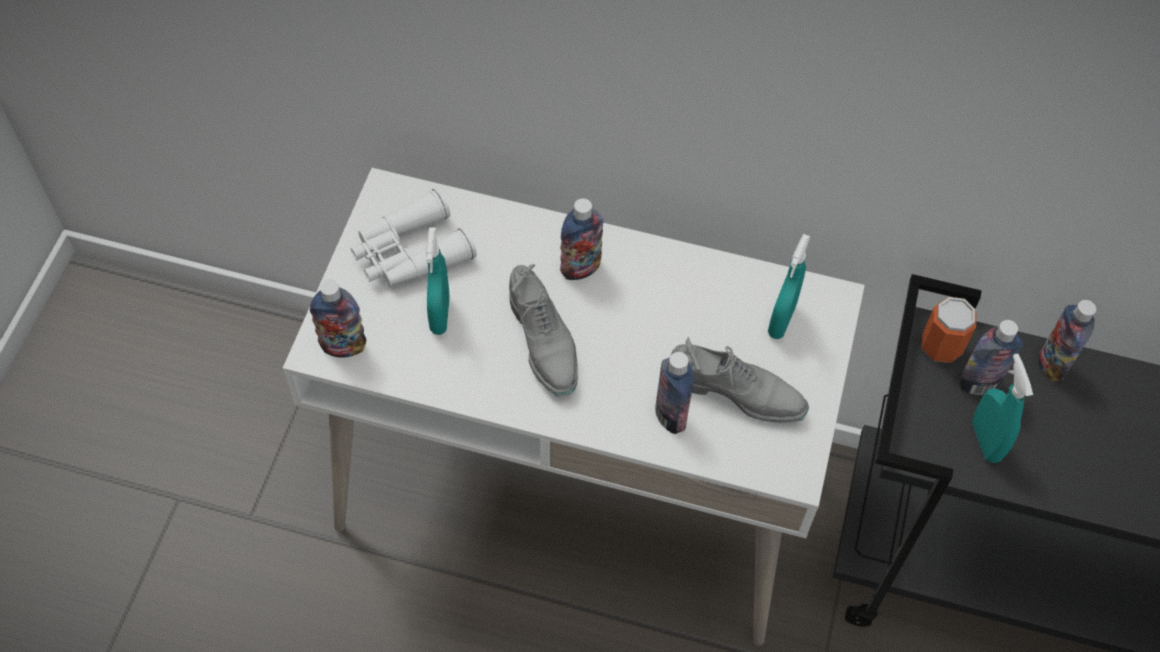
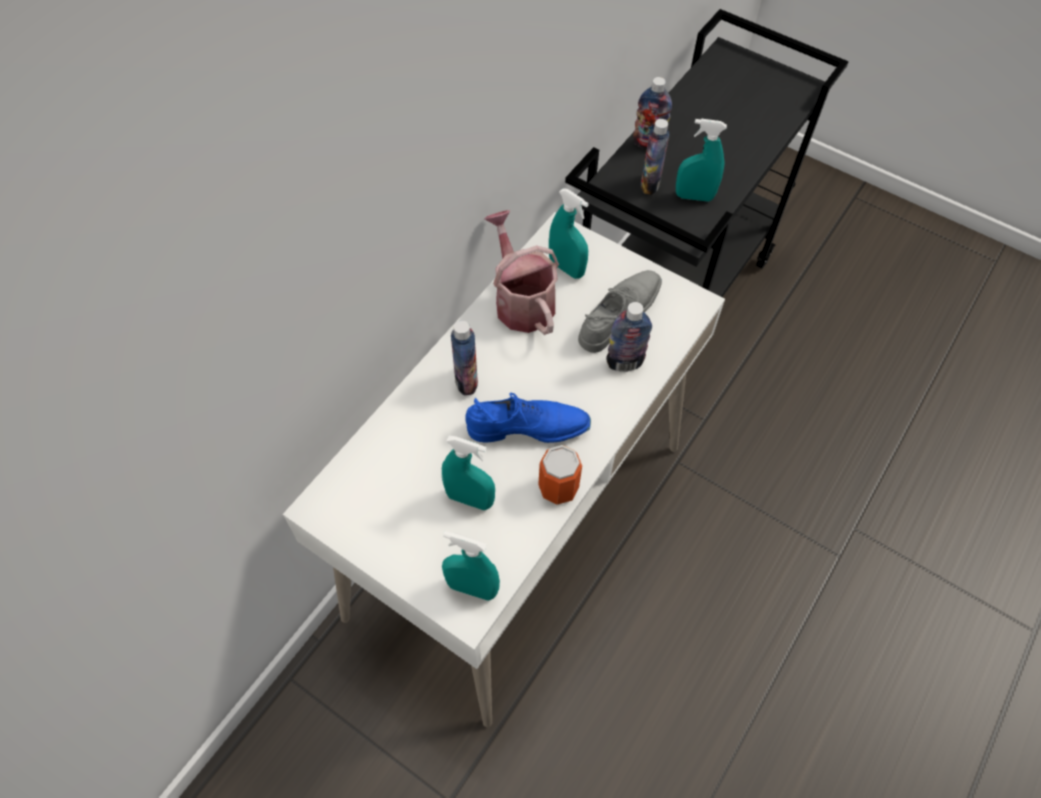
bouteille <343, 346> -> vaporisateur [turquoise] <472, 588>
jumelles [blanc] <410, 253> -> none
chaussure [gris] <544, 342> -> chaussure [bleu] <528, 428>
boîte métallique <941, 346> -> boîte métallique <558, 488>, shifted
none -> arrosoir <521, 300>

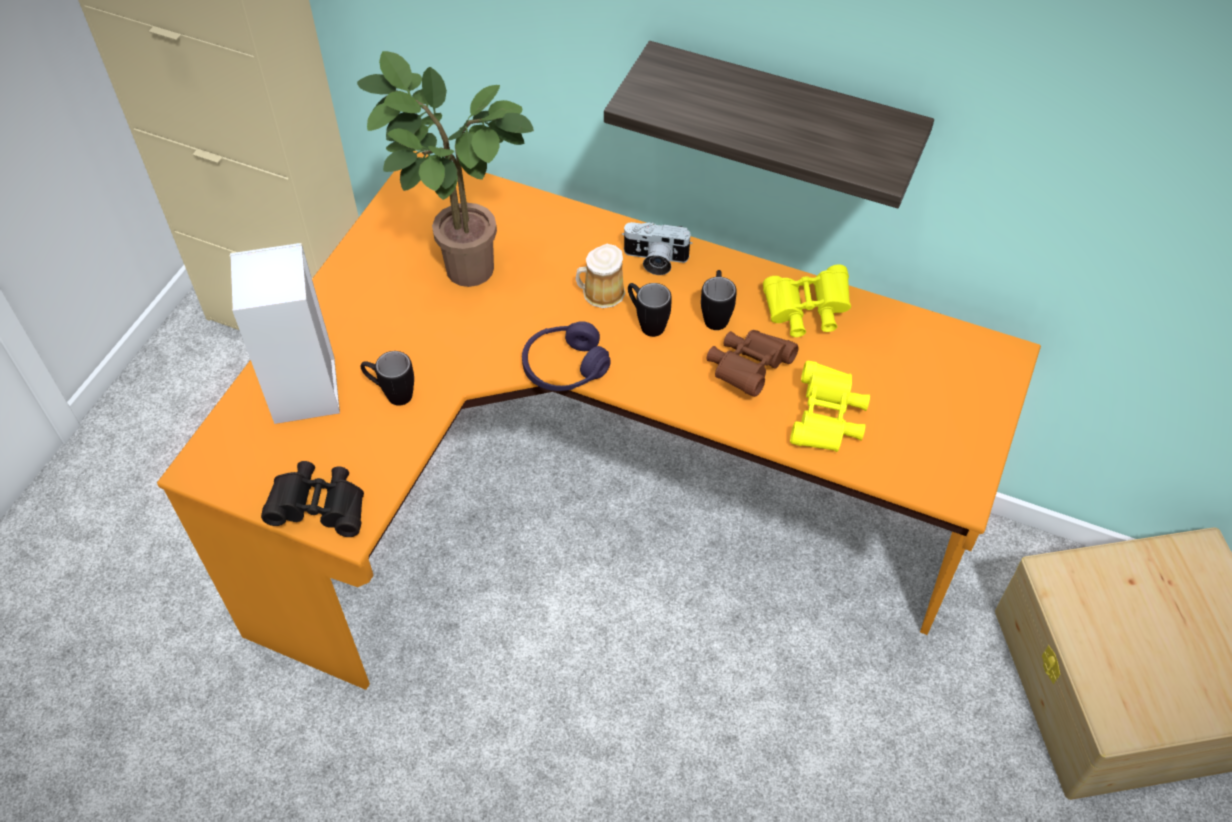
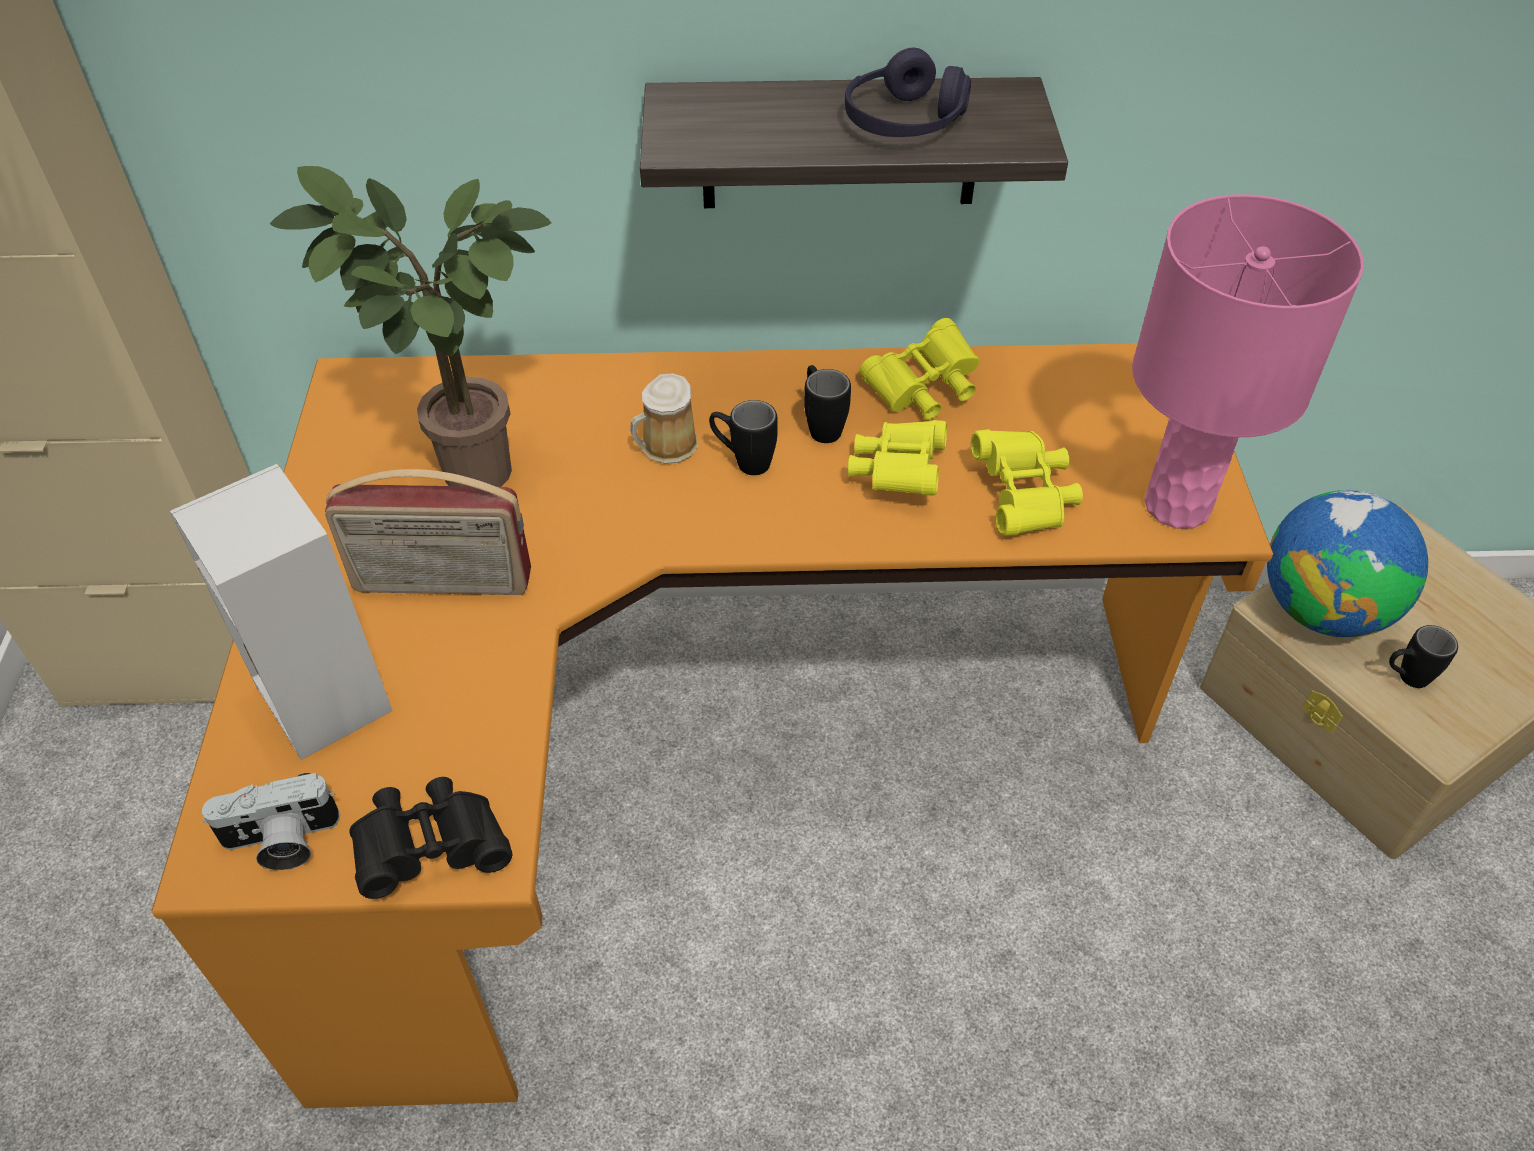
mug [noir] <391, 394> -> mug [noir] <1404, 678>, shifted
casque audio [violet] <565, 367> -> casque audio [violet] <904, 121>, shifted
appareil photo <654, 260> -> appareil photo <281, 842>, shifted
jumelles [marron] <748, 369> -> jumelles [jaune] <897, 473>
none -> radio <442, 583>
none -> lampe de table [rose] <1178, 505>
none -> globe <1323, 610>

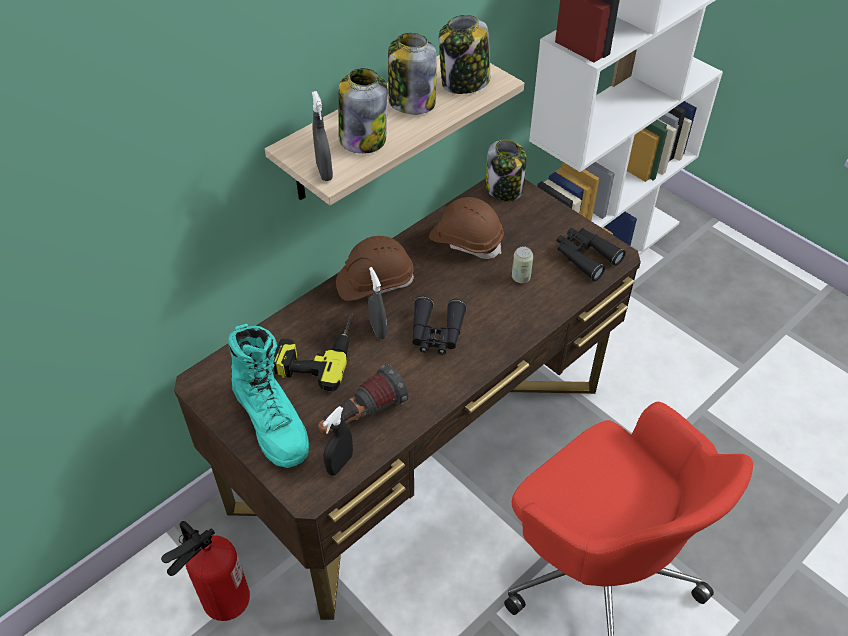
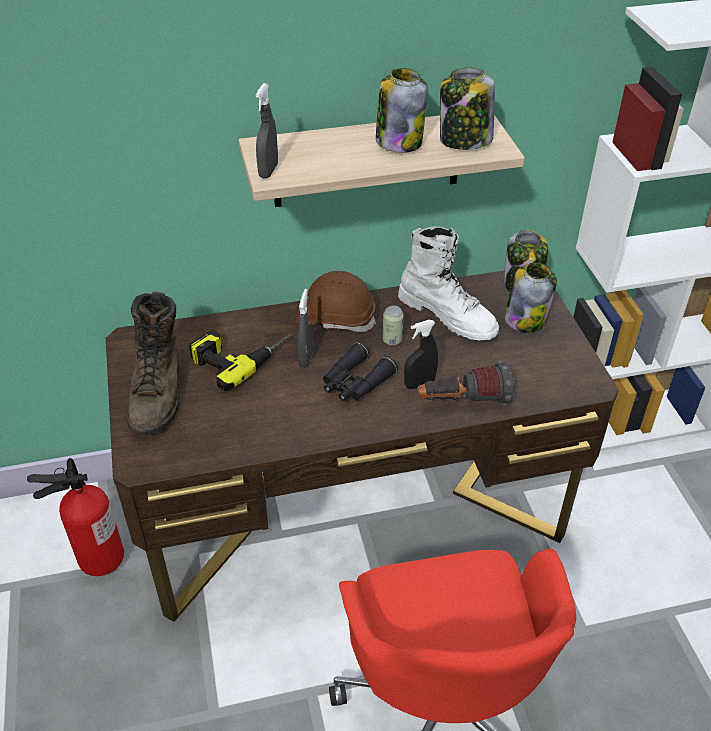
botte [turquoise] <272, 421> -> botte [marron] <158, 393>
lampe de poche <362, 417> -> lampe de poche <463, 402>, shifted
vaporisateur [noir] <339, 464> -> vaporisateur [noir] <419, 383>, shifted
bocal <363, 138> -> bocal <525, 319>, shifted
casque de chantier [marron] <466, 241> -> botte [blanc] <448, 315>
boîte métallique <520, 277> -> boîte métallique <392, 340>, shifted
jumelles [noir] <585, 256> -> none

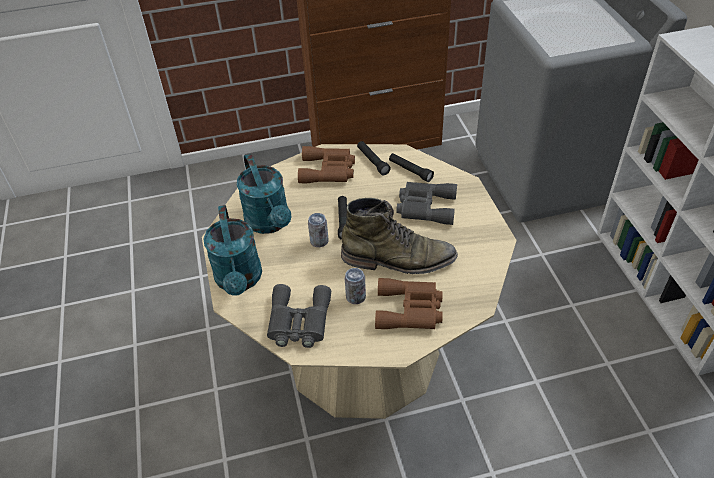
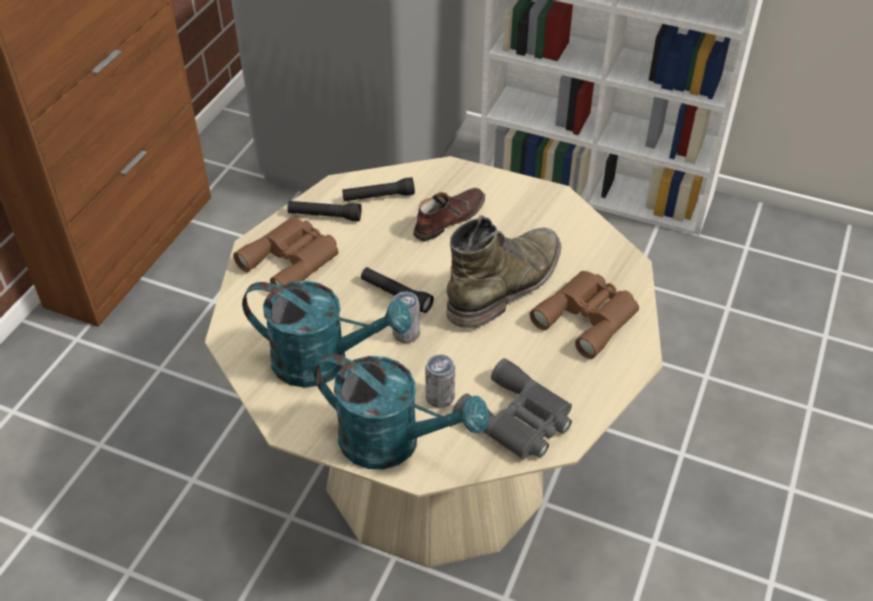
boîte métallique <356, 297> -> boîte métallique <440, 397>, shifted
jumelles [gris] <425, 206> -> chaussure [marron] <448, 219>

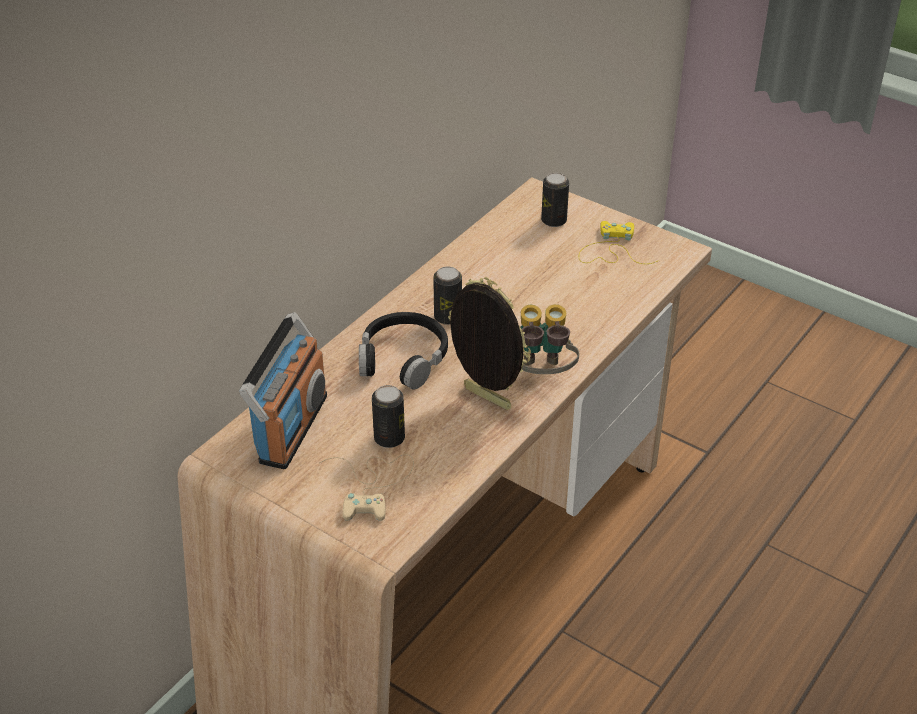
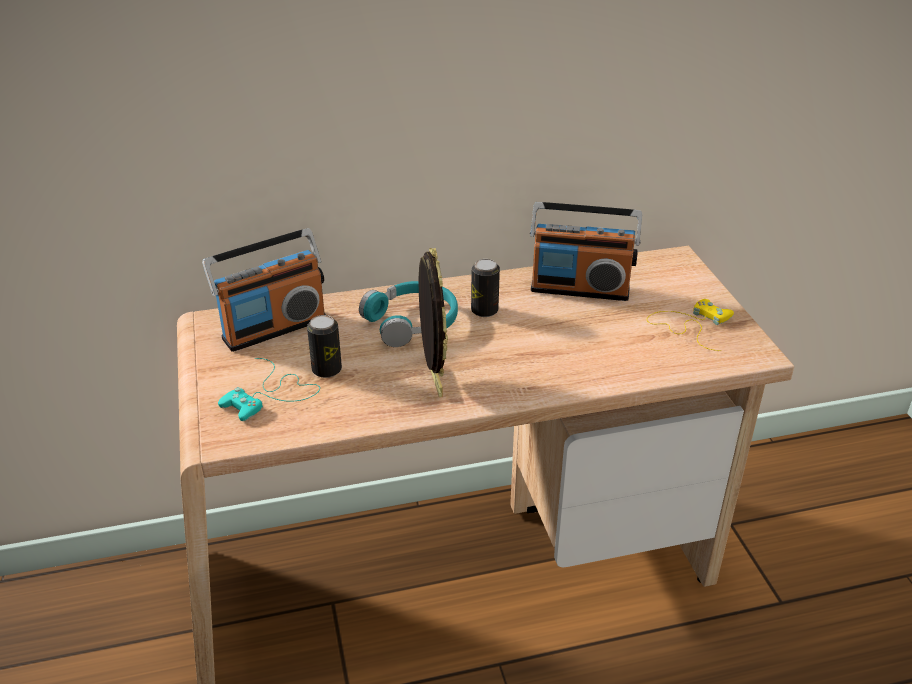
manette [beige] <373, 485> -> manette [turquoise] <271, 394>
casque audio [noir] <403, 358> -> casque audio [turquoise] <412, 322>
jumelles <541, 375> -> none
boîte métallique <554, 221> -> none
none -> radio <580, 289>

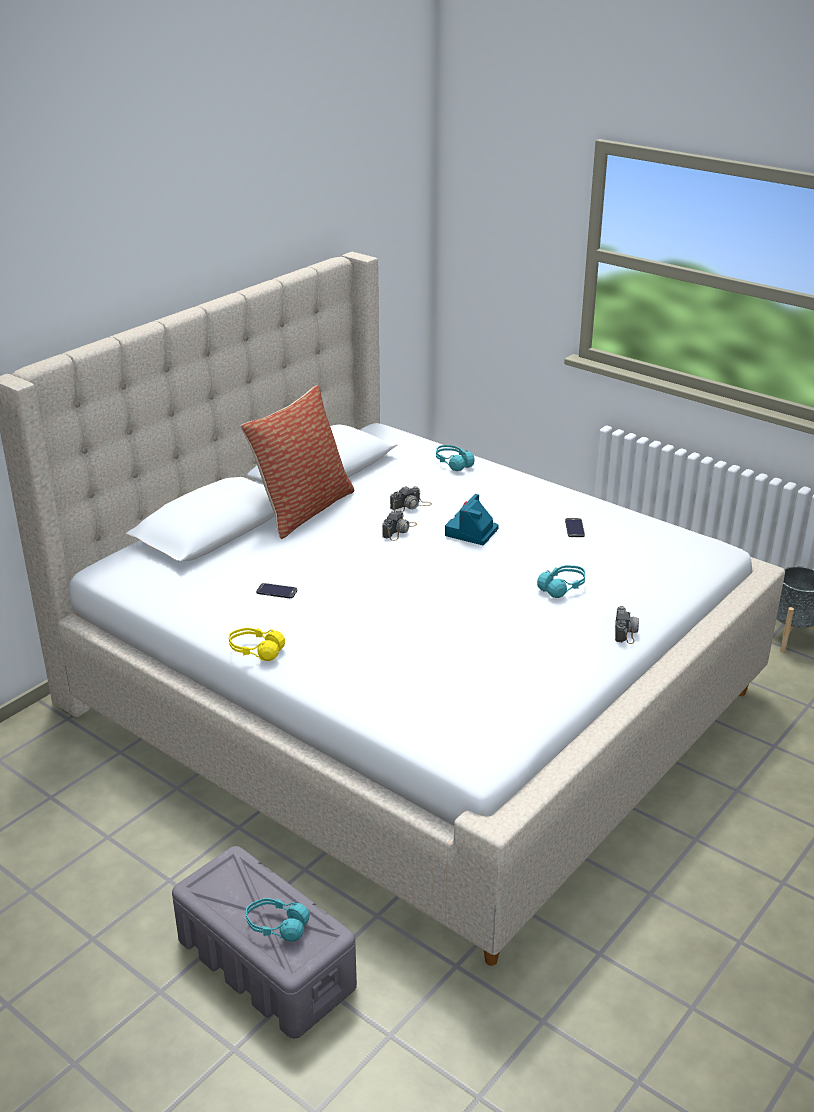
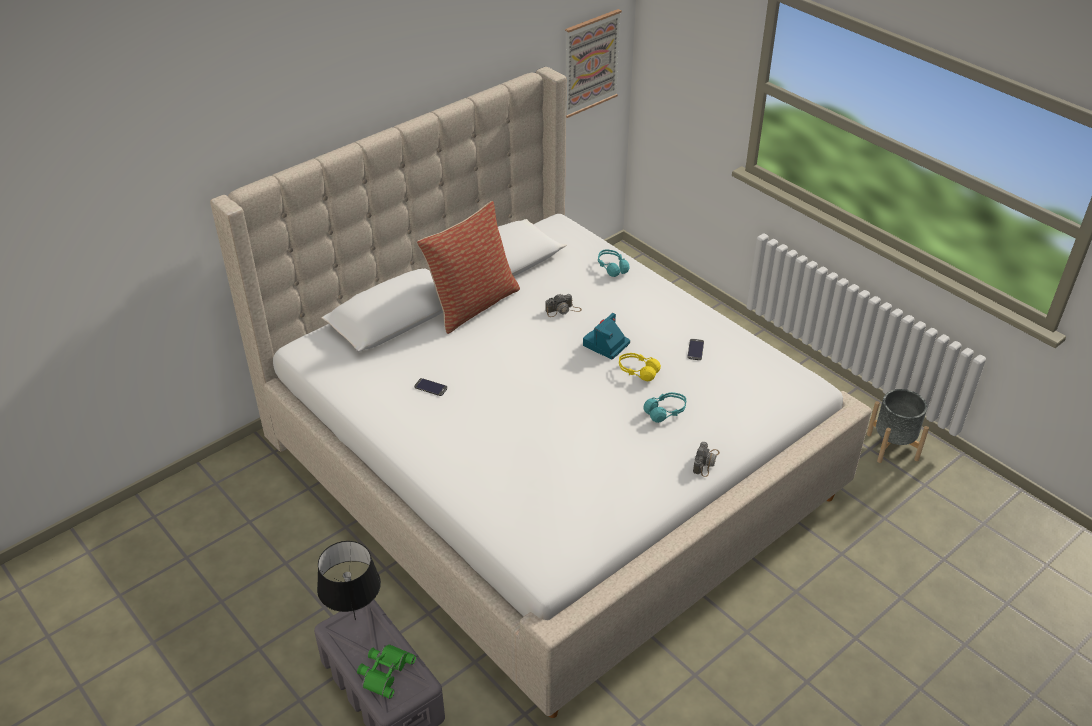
casque audio [jaune] <256, 651> -> casque audio [jaune] <637, 371>, shifted
casque audio [turquoise] <276, 926> -> jumelles [vert] <384, 671>
appareil photo <399, 530> -> none
none -> lampe de table [noir] <355, 620>
none -> tableau <590, 63>

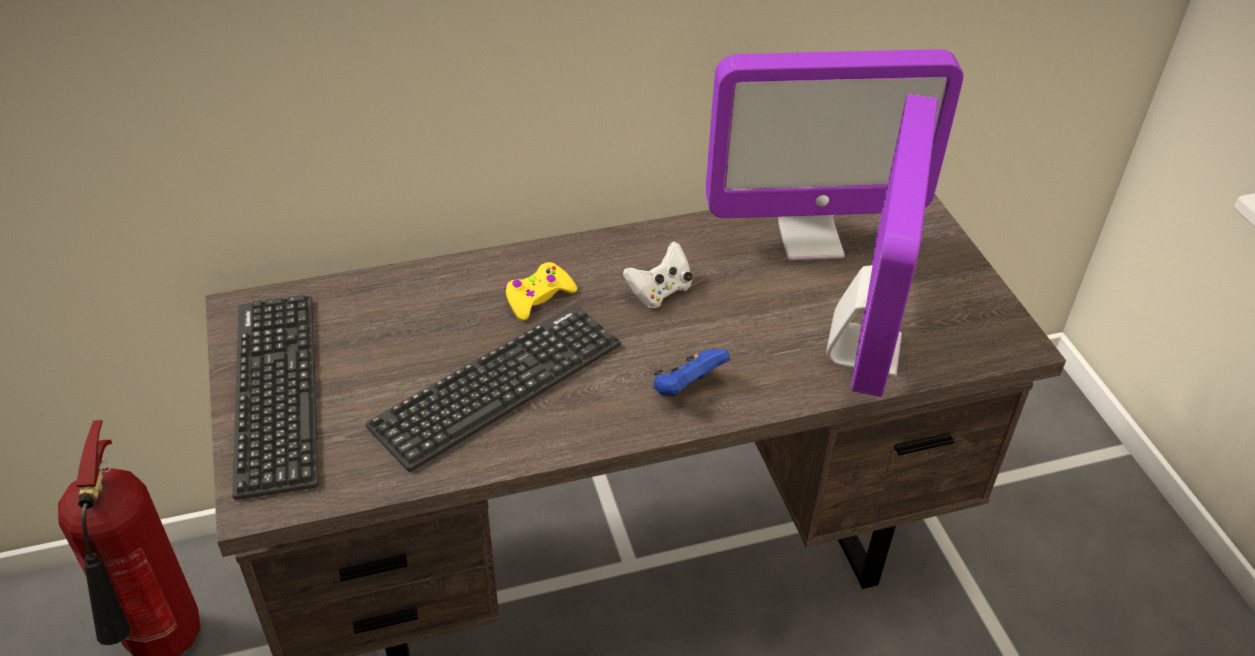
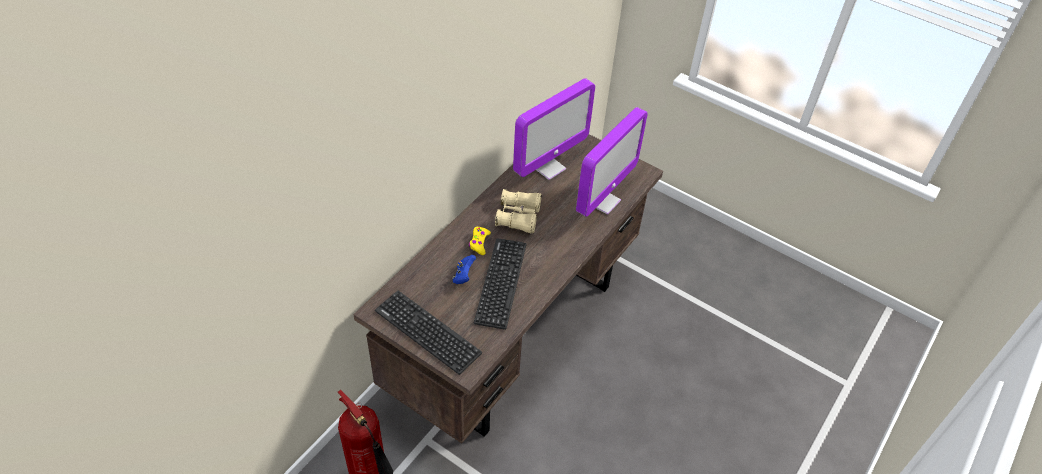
manette [blanc] <659, 292> -> jumelles [beige] <518, 217>
manette [bleu] <687, 388> -> manette [bleu] <463, 276>, shifted
écran d'ordinateur <863, 349> -> écran d'ordinateur <602, 201>, 60 degrees clockwise

